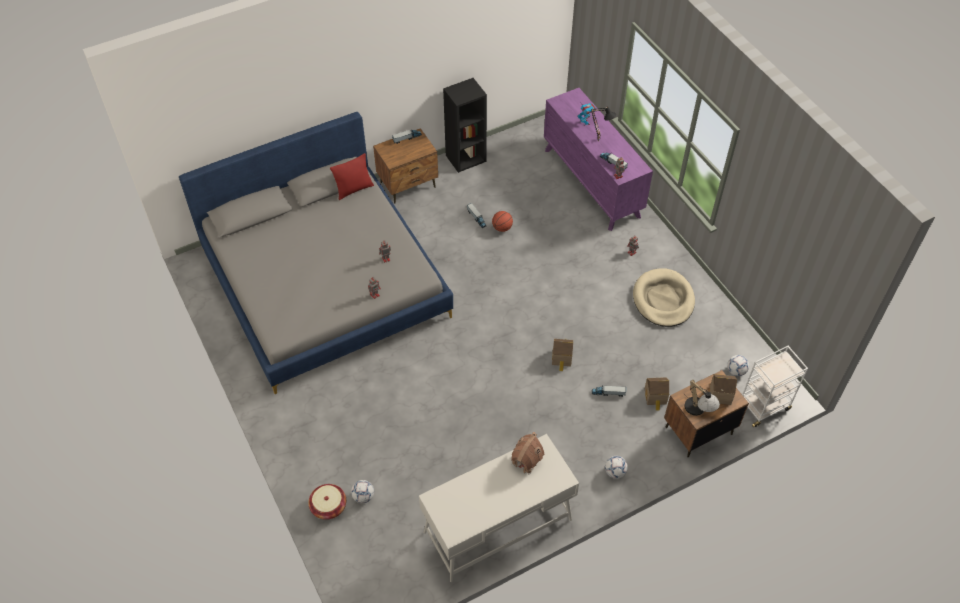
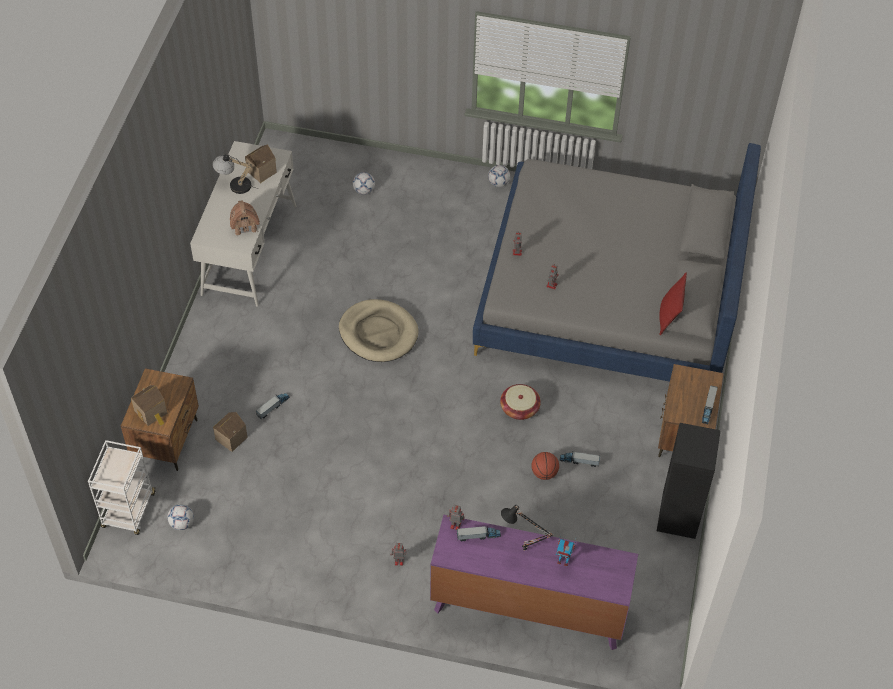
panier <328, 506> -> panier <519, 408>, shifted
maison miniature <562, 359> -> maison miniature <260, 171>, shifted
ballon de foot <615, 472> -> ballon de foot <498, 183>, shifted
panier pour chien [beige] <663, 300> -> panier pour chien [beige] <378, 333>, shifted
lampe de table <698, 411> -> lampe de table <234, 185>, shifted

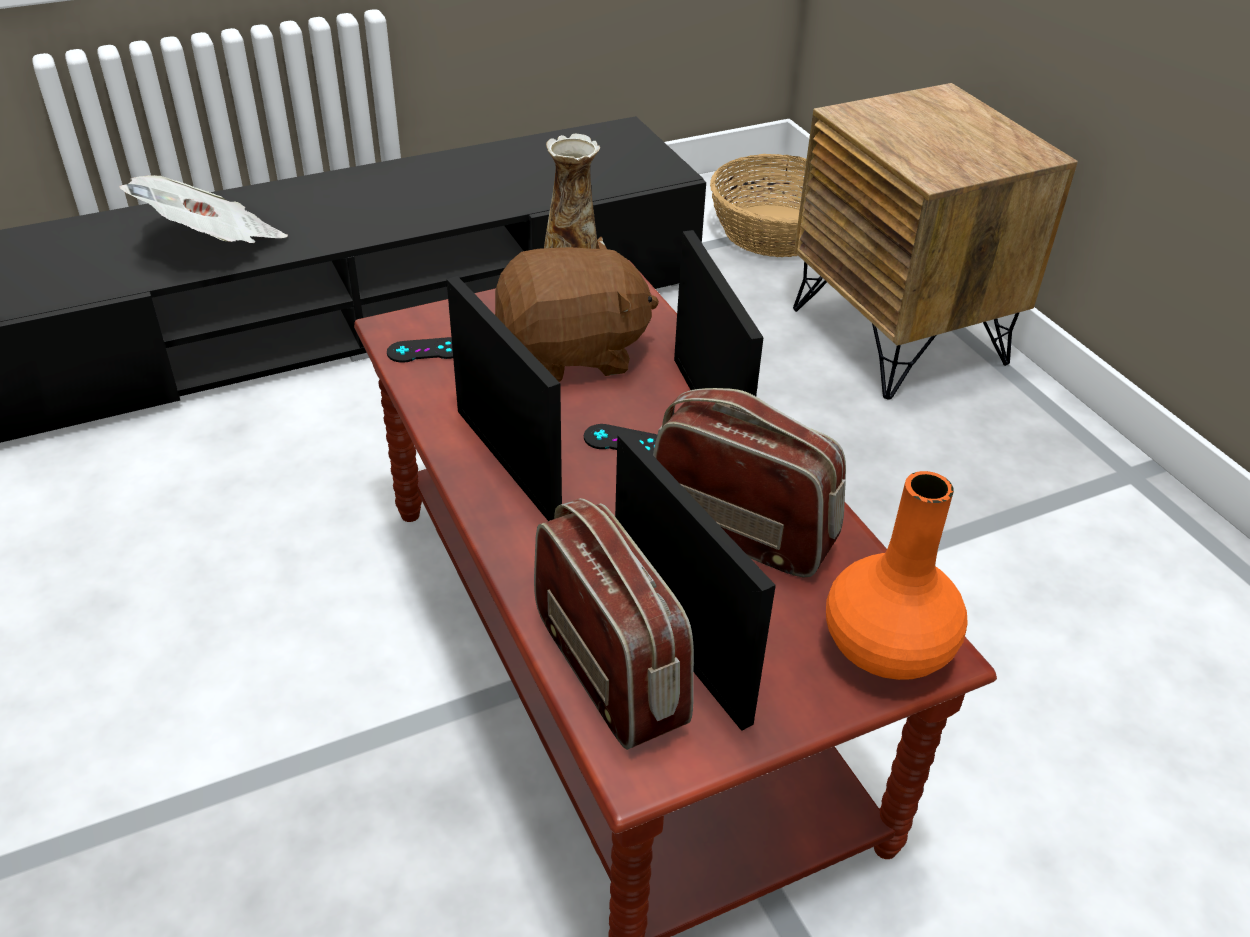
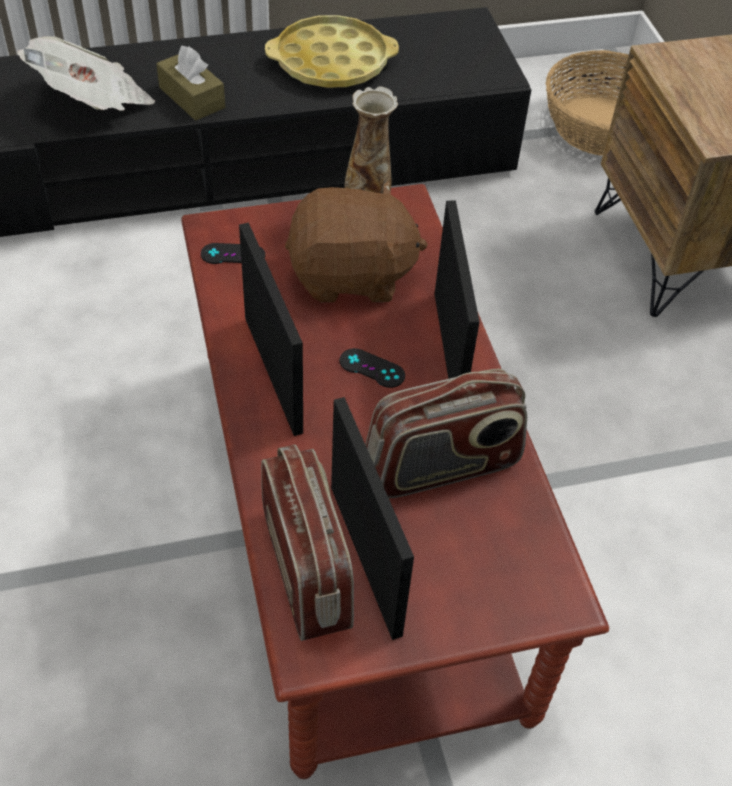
radio <741, 530> -> radio <442, 466>, 120 degrees clockwise
vase [orange] <886, 647> -> none
none -> boîte à mouchoirs [marron] <192, 97>
none -> plateau [jaune] <332, 62>

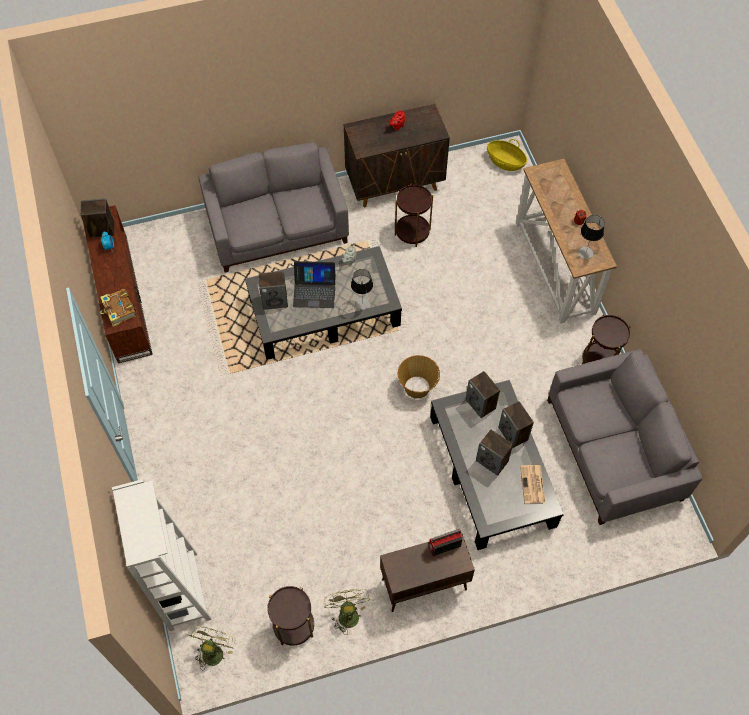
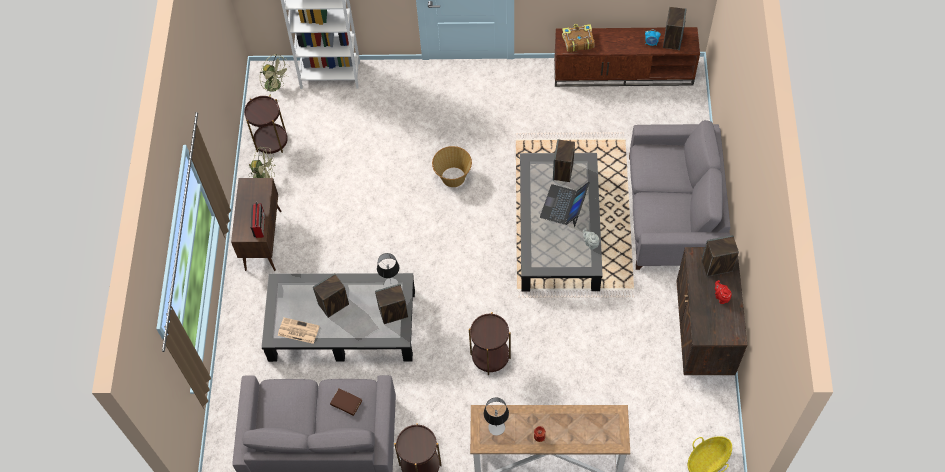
lampe de table <362, 303> -> lampe de table <391, 284>, shifted
table d'appoint [marron] <412, 232> -> table d'appoint [marron] <490, 356>, shifted
panier <417, 387> -> panier <453, 177>, shifted
enceinte <513, 434> -> enceinte <716, 266>, shifted
none -> livre [marron] <346, 402>

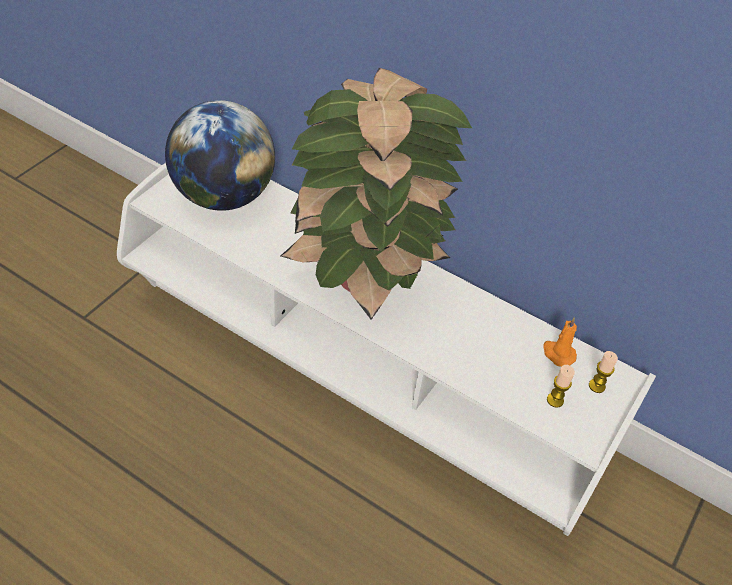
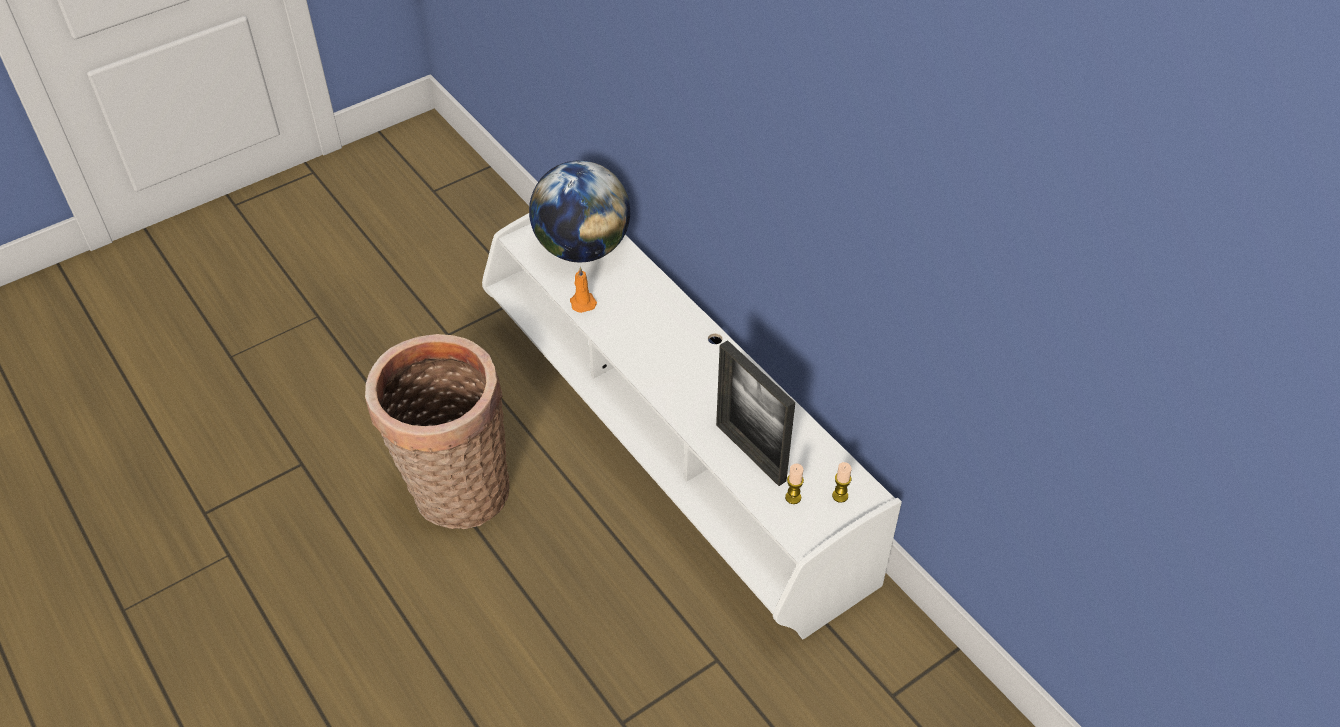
plante en pot <362, 281> -> none
bougie [orange] <558, 353> -> bougie [orange] <582, 302>, shifted
none -> panier <454, 492>
none -> cadre photo <750, 452>

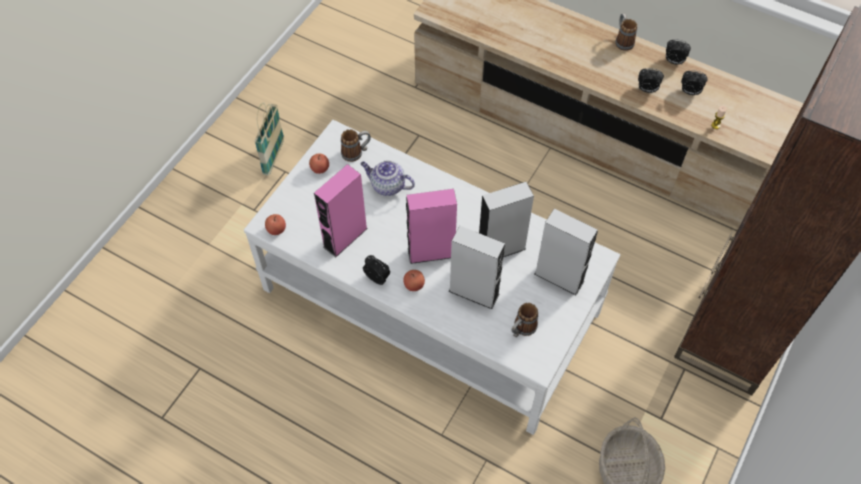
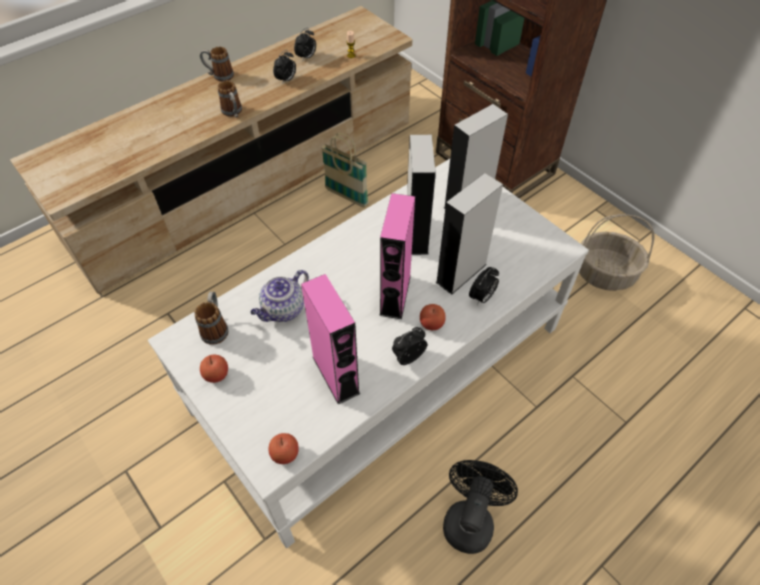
panier <273, 157> -> panier <346, 197>, shifted
mug <522, 329> -> mug <233, 113>, shifted
réveil <673, 61> -> réveil <482, 297>, shifted
none -> ventilateur [noir] <470, 519>

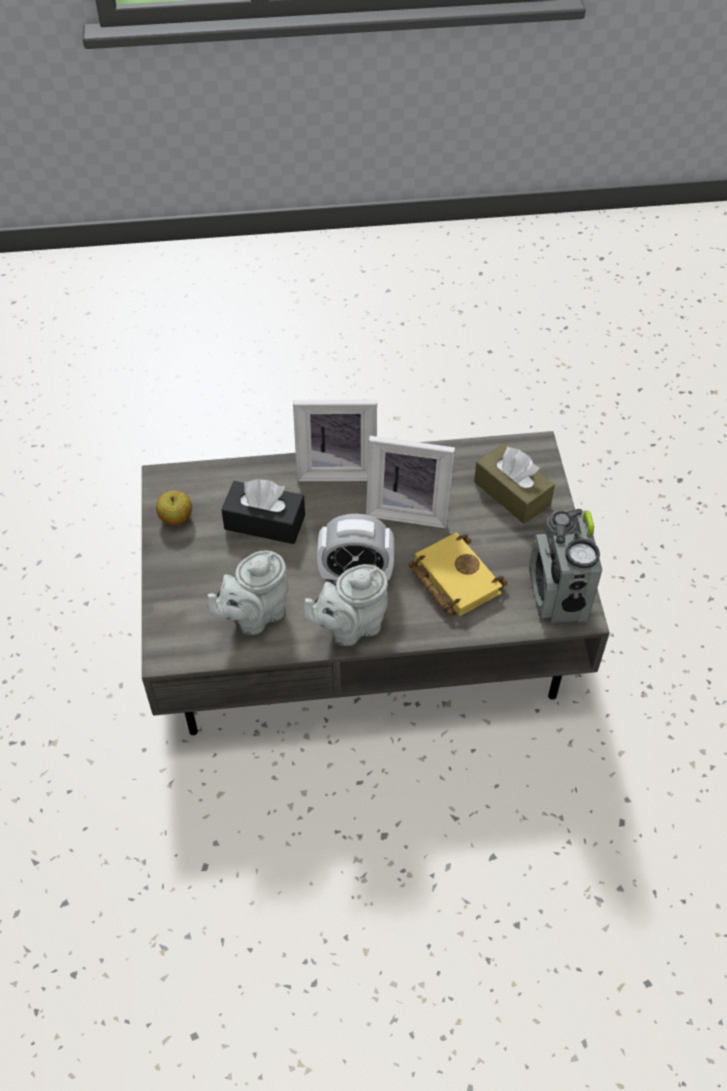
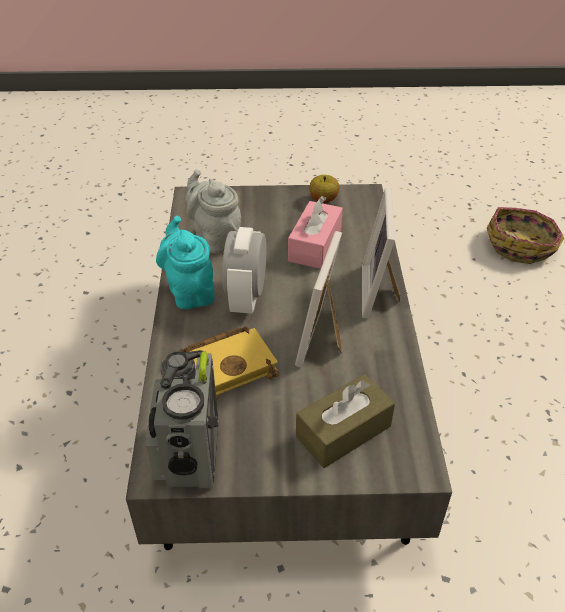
boîte à mouchoirs [noir] <265, 522> -> boîte à mouchoirs [rose] <315, 245>
théière [gris] <350, 627> -> théière [turquoise] <190, 291>
radio <558, 595> -> radio <188, 454>, 90 degrees counterclockwise
none -> panier <521, 245>

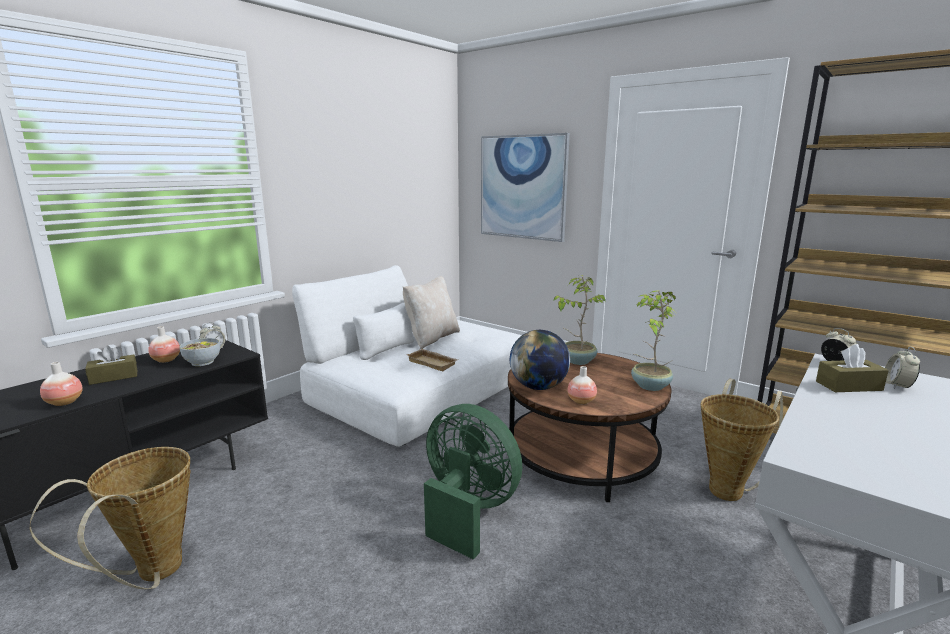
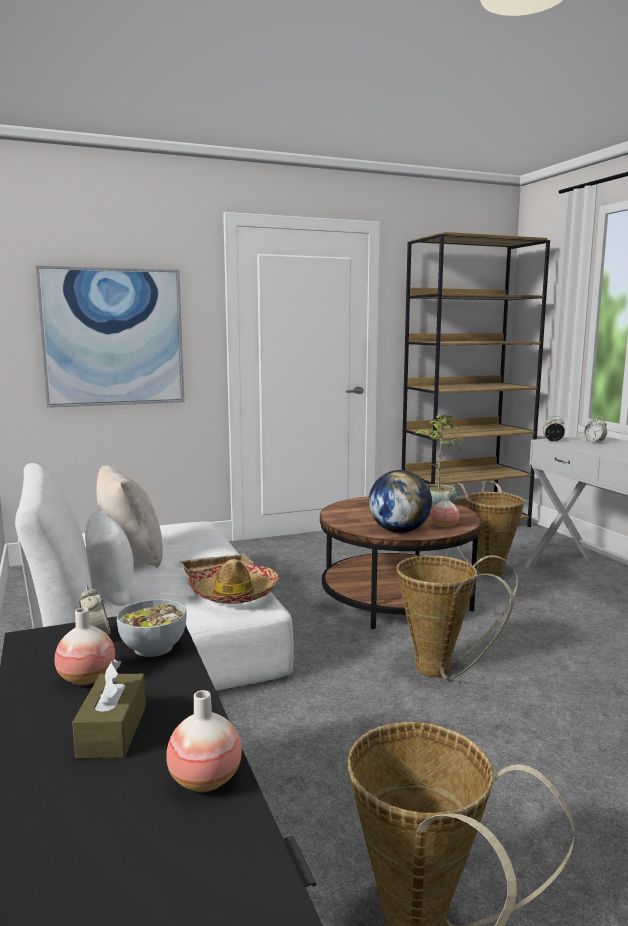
ventilateur [vert] <467, 511> -> panier <442, 671>
plante en pot <577, 361> -> none
boîte à mouchoirs [marron] <848, 386> -> none
none -> chapeau <234, 593>

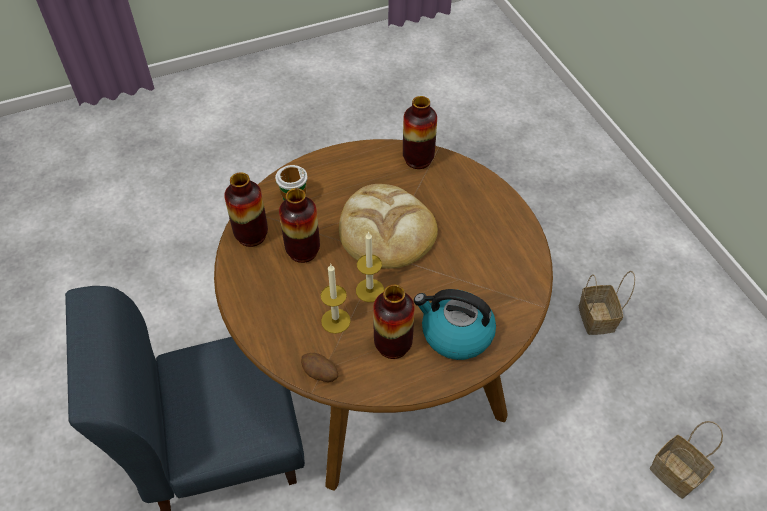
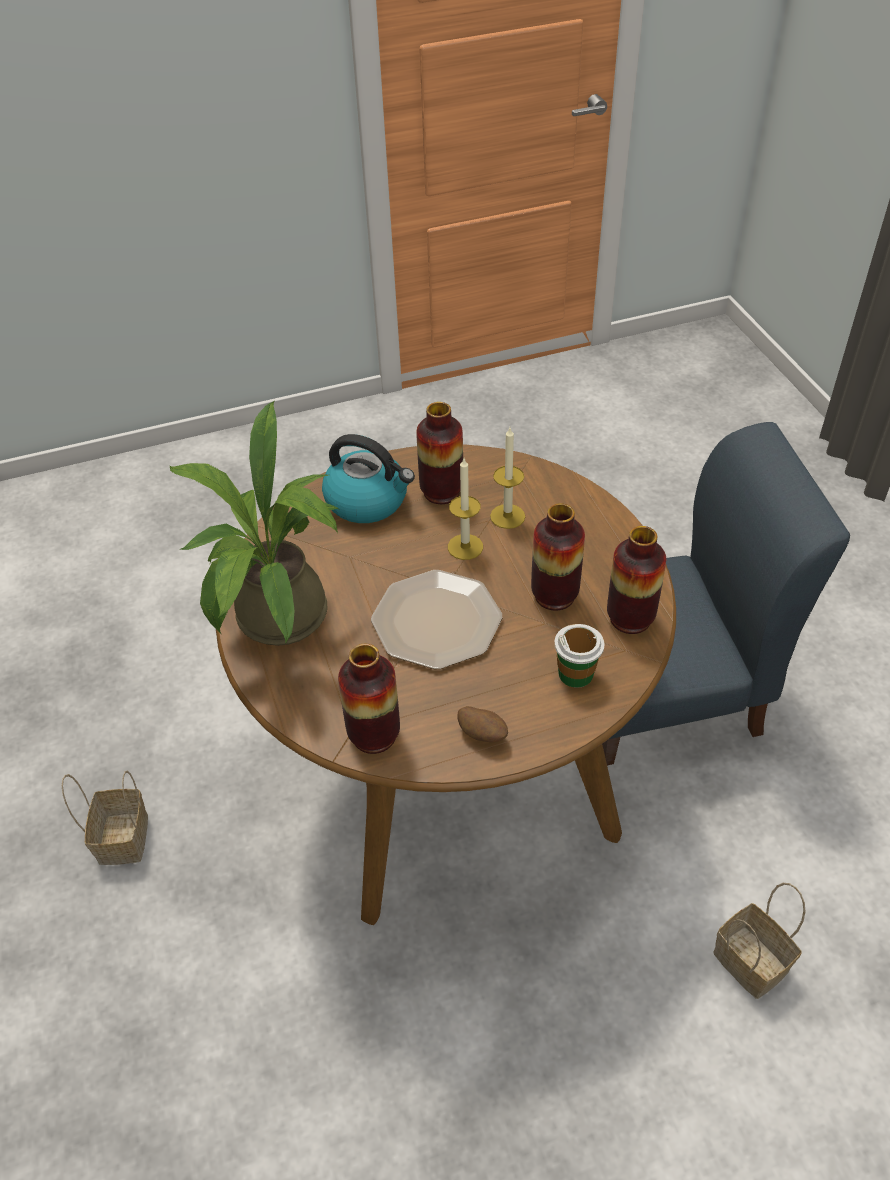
pomme de terre <320, 374> -> pomme de terre <482, 734>, shifted
pain <386, 230> -> assiette <438, 620>
panier <677, 474> -> panier <747, 961>, shifted
none -> plante en pot <276, 624>

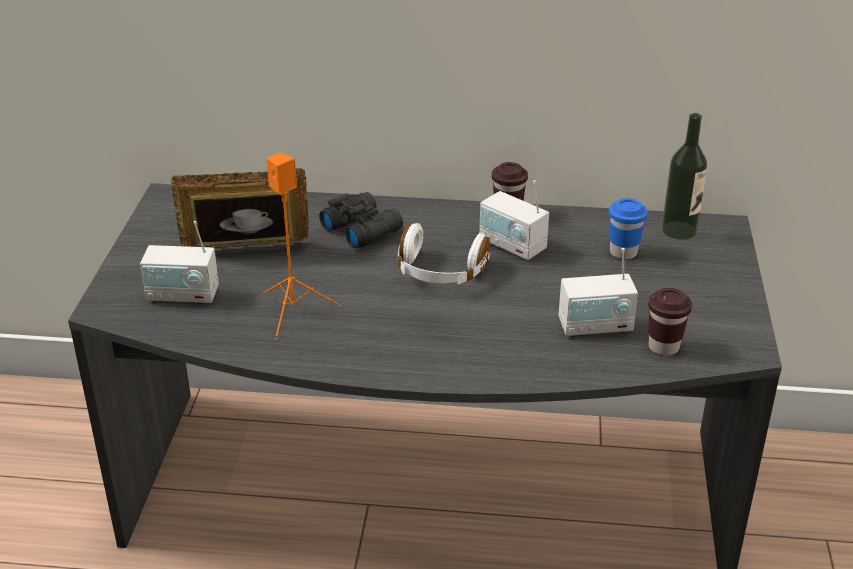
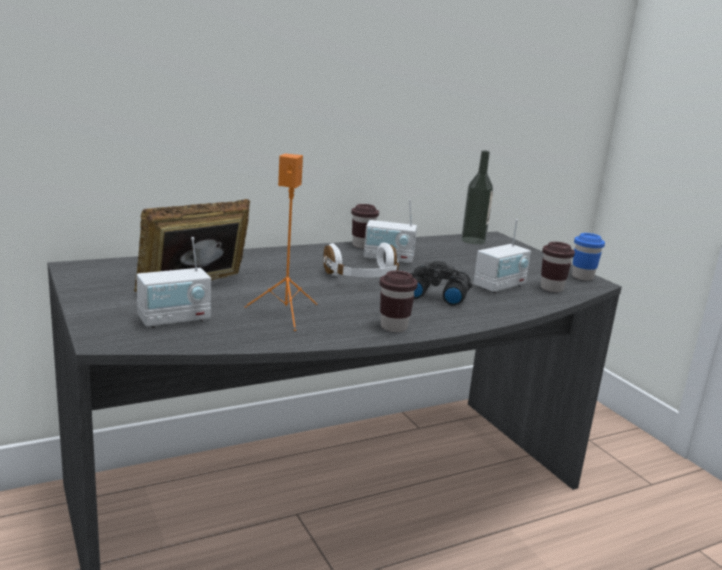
jumelles [noir] <362, 228> -> jumelles [noir] <435, 294>, shifted
tasse [bleu] <623, 252> -> tasse [bleu] <582, 277>, shifted
none -> tasse [marron] <394, 327>

